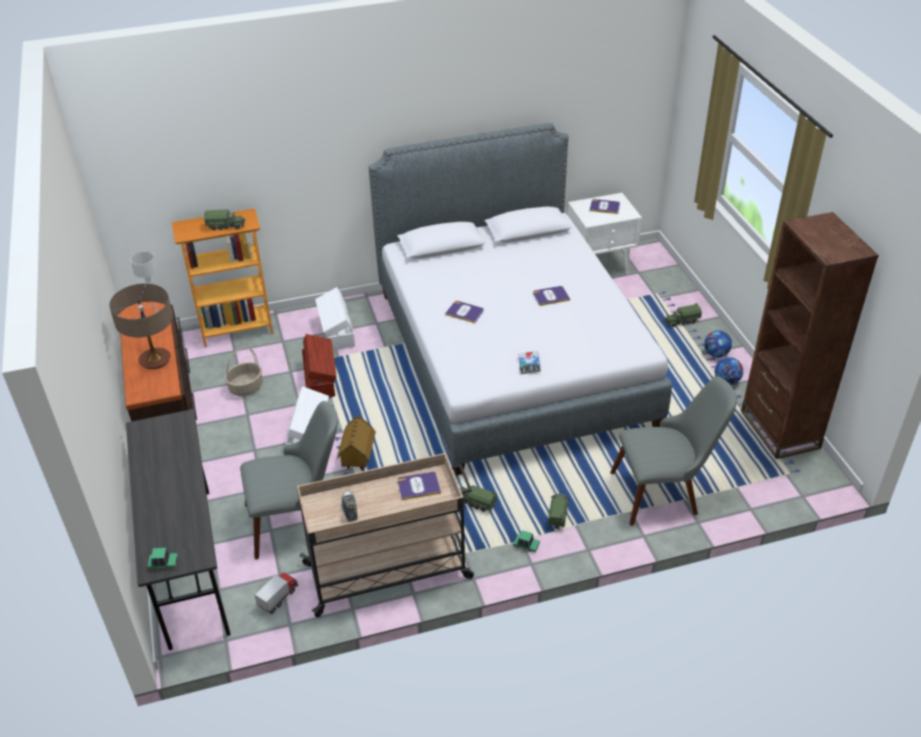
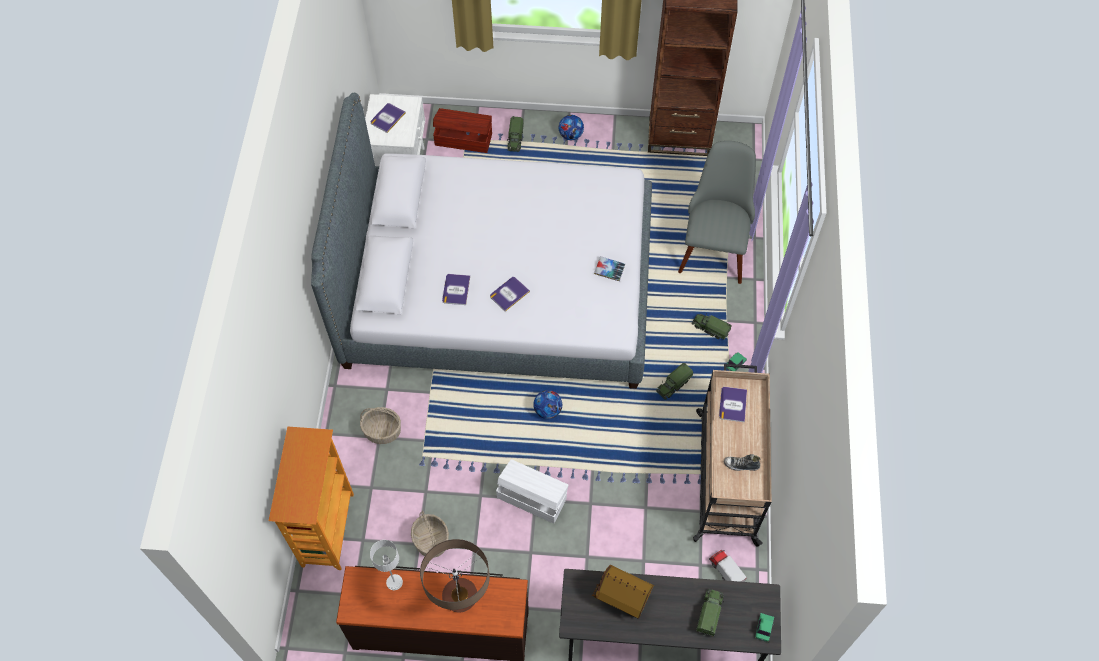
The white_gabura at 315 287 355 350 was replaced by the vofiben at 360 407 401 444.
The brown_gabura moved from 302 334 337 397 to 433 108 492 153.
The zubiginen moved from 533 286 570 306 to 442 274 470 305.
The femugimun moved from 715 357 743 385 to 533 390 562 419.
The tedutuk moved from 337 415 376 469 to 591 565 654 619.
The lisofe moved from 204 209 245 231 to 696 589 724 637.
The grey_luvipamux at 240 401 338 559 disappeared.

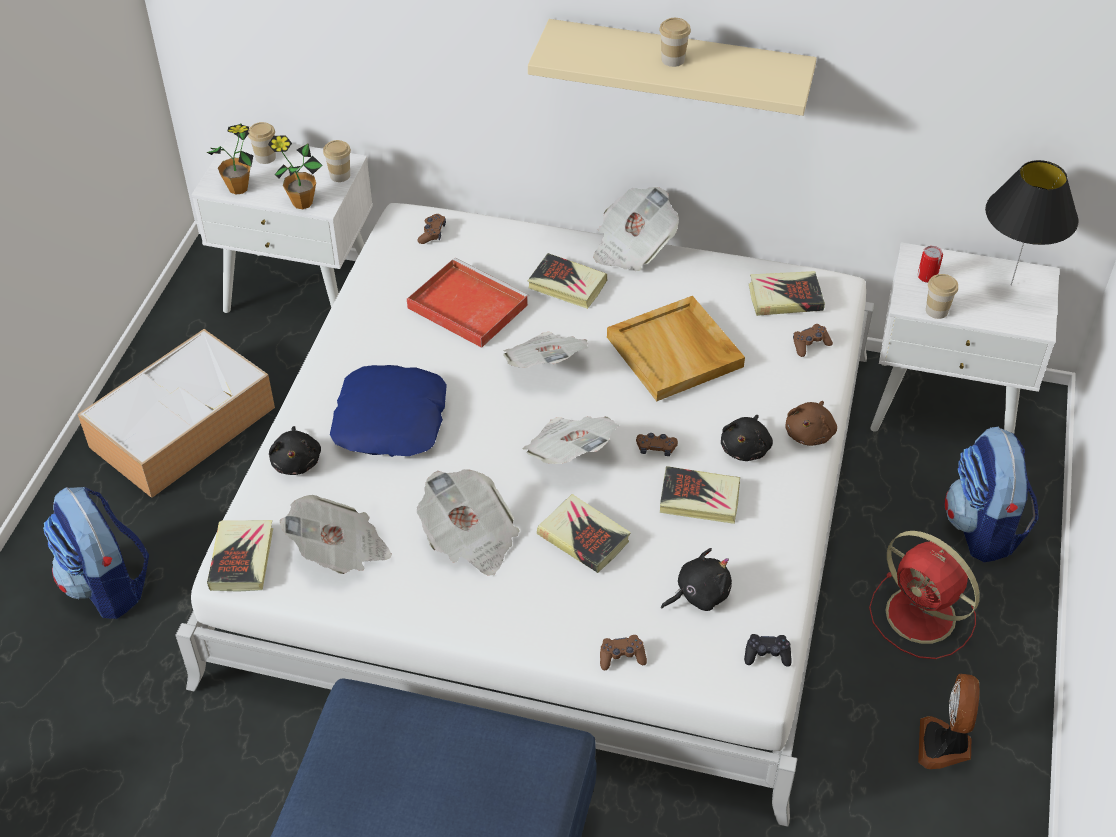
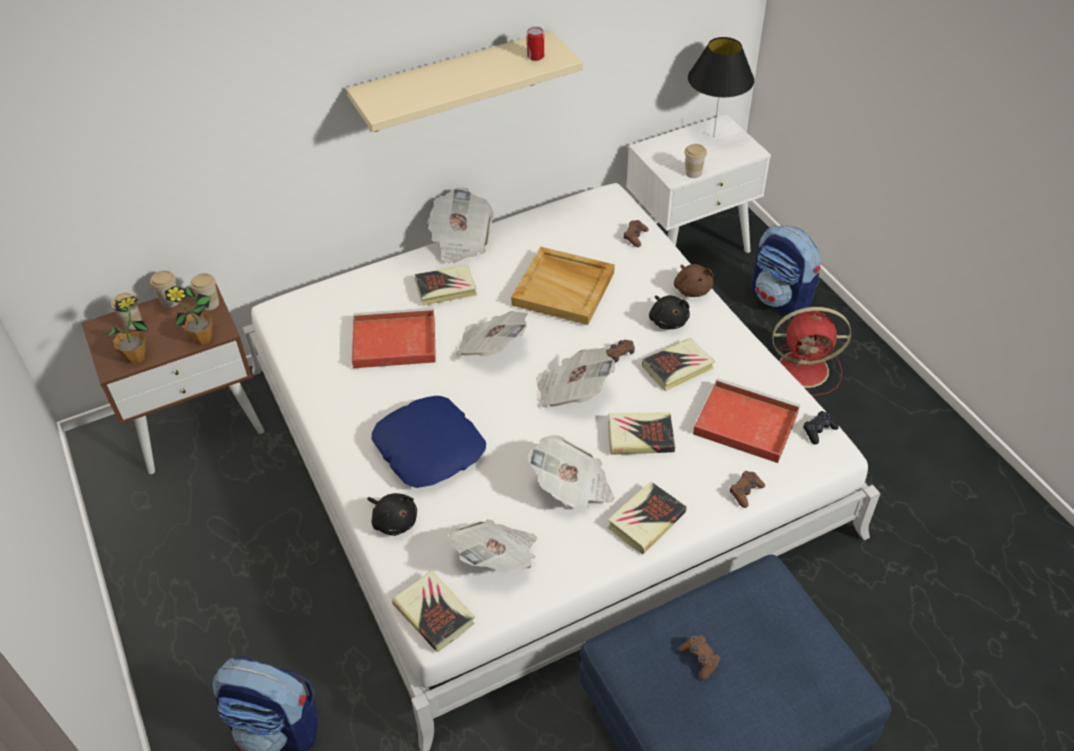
The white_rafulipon at 192 134 373 313 became the brown_rafulipon at 81 284 264 474.
The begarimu moved from 659 18 691 67 to 150 270 178 308.
The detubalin moved from 918 246 943 283 to 527 27 544 61.
The zubiginen moved from 749 271 825 316 to 607 481 687 554.
The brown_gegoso moved from 417 214 446 244 to 679 635 721 680.
The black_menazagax at 661 548 732 611 was replaced by the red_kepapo at 693 378 800 463.
The gabura at 78 329 275 498 disappeared.
The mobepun at 918 674 980 769 disappeared.

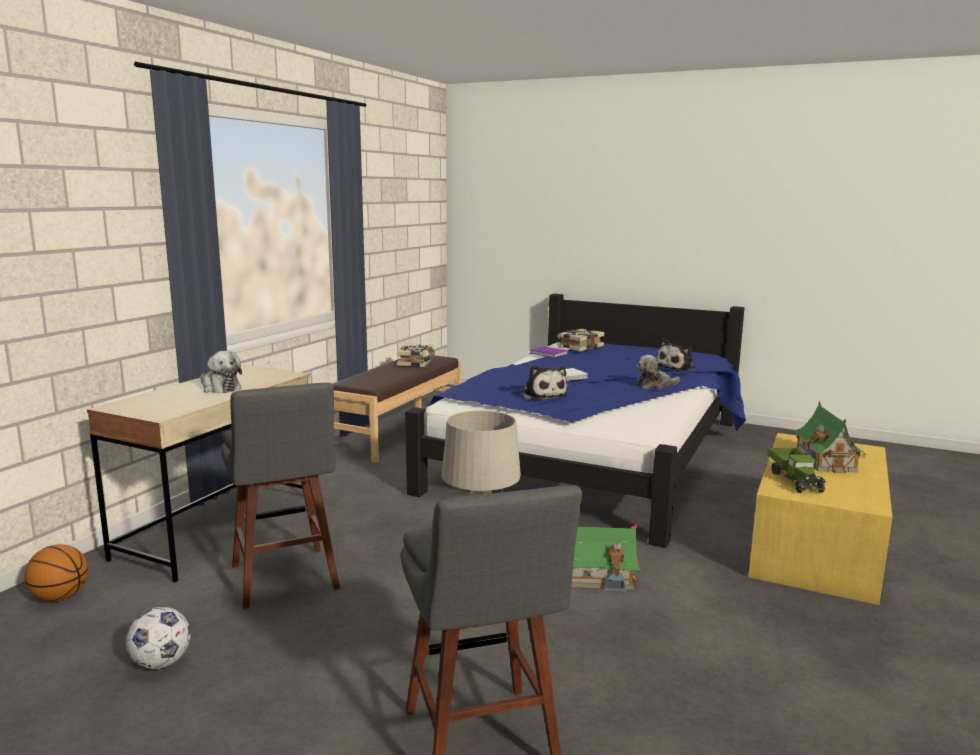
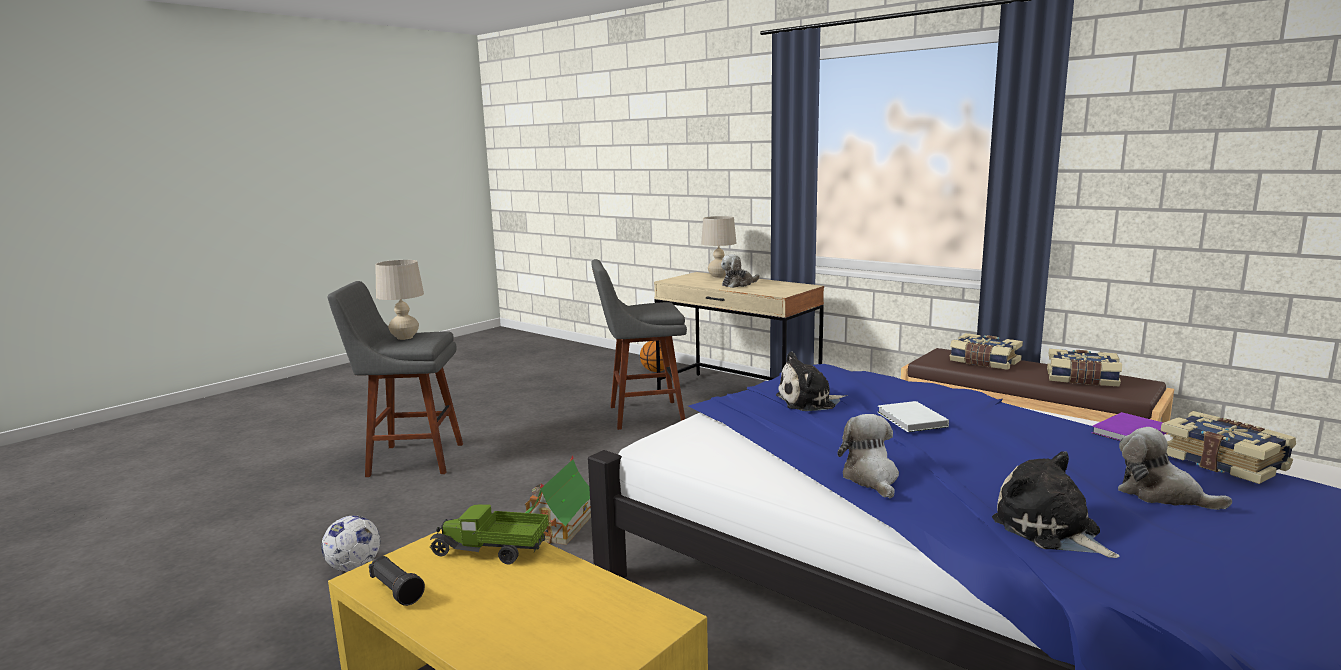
The femugimun moved from 126 607 191 669 to 321 515 380 572.
The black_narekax at 369 556 425 606 appeared.
The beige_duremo at 701 216 736 278 appeared.
The zubiginen at 949 333 1023 370 appeared.
The menazagax at 1118 427 1232 510 appeared.
The tedutuk at 793 401 867 473 disappeared.

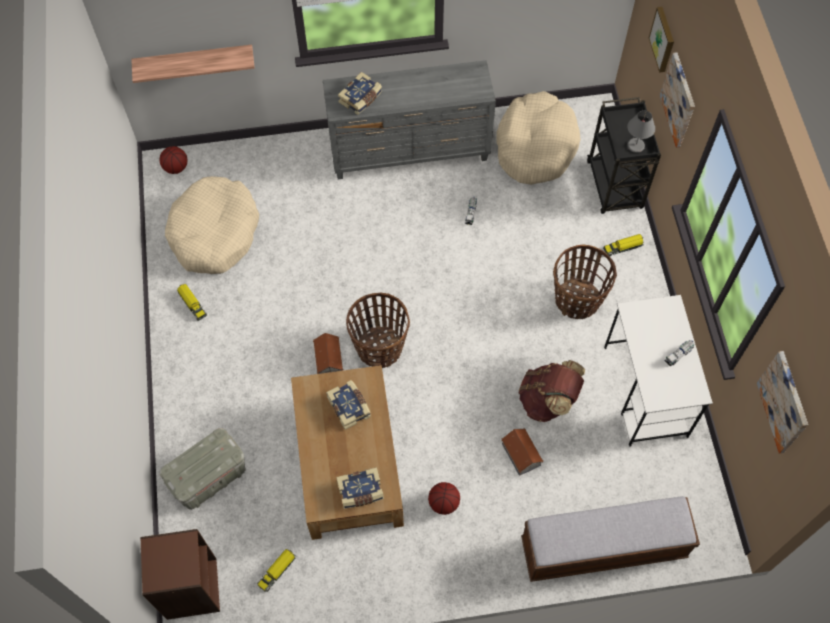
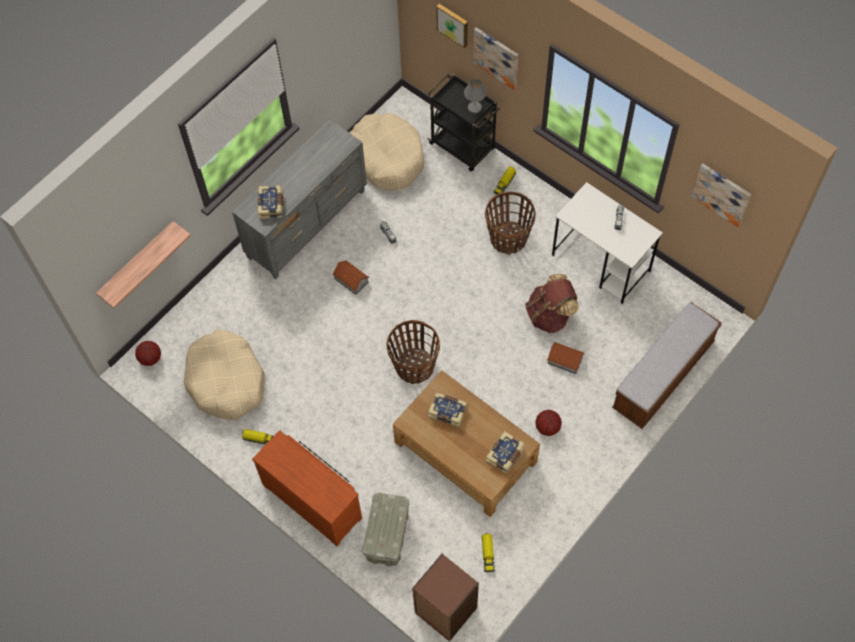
The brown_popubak at 252 430 362 546 appeared.
The tedutuk moved from 313 333 343 374 to 333 260 369 295.

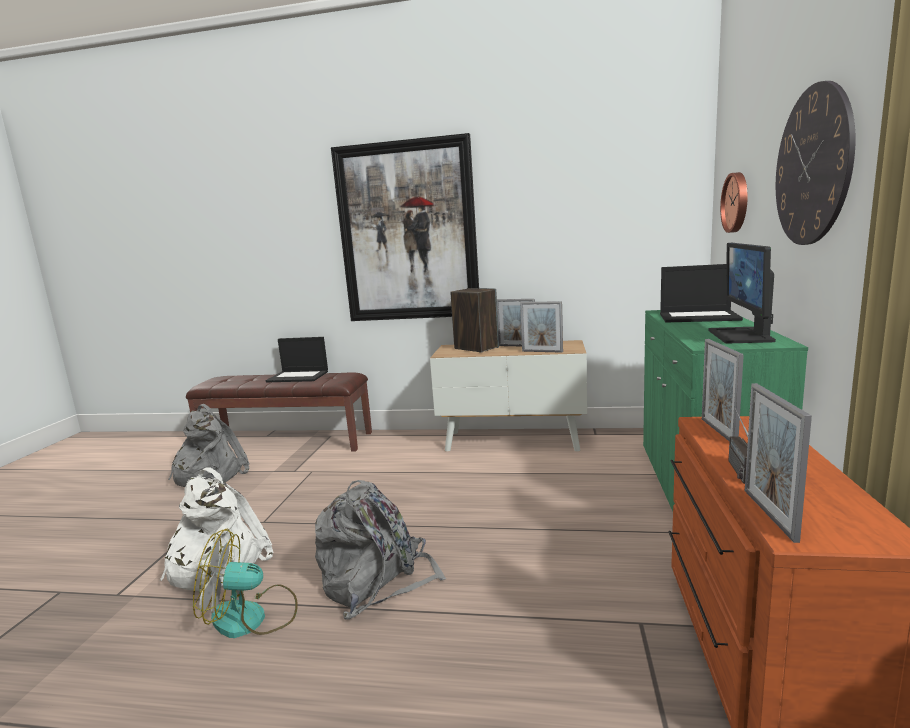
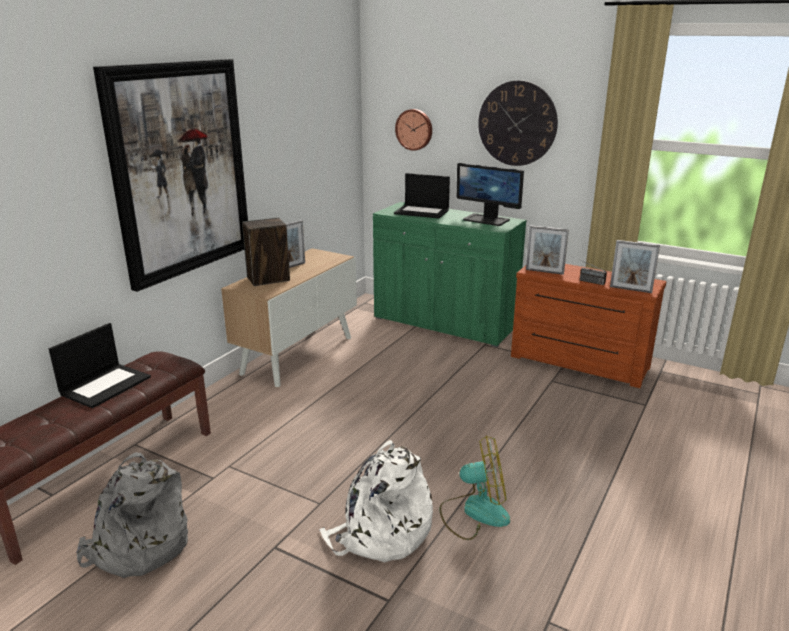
The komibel at 660 264 743 322 turned 75 degrees clockwise.
The mobepun at 193 528 298 638 turned 105 degrees counterclockwise.
The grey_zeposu at 315 480 446 620 disappeared.
The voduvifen at 520 301 563 353 disappeared.

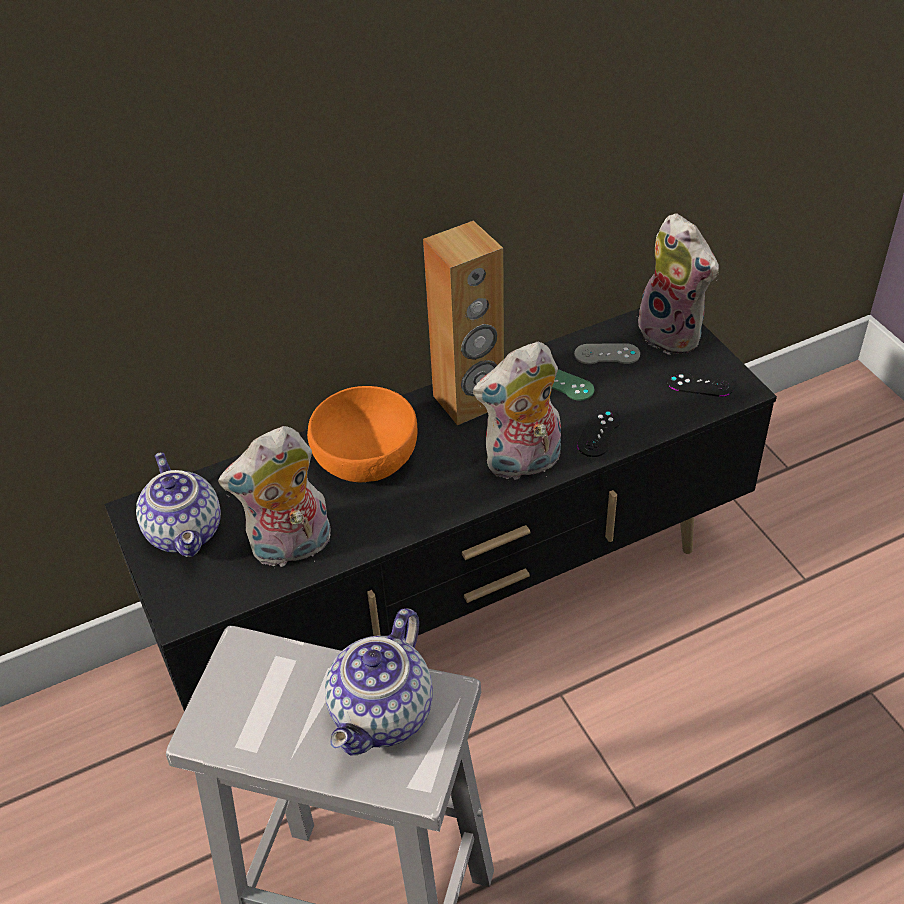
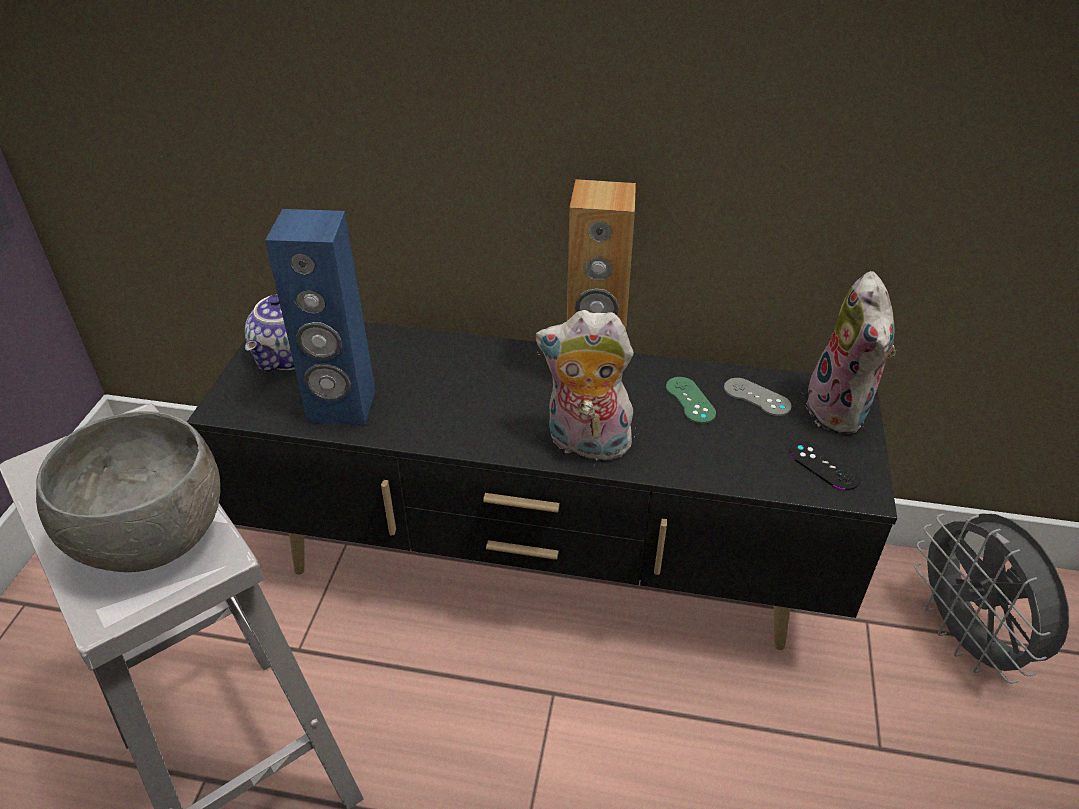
The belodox at 325 608 433 756 was replaced by the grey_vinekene at 36 411 220 572.
The menazagax at 218 426 331 567 was replaced by the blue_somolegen at 265 209 376 425.
The grey_mobepun at 915 513 1069 683 appeared.
The orange_vinekene at 307 386 417 482 disappeared.
The black_gegoso at 577 408 621 457 disappeared.

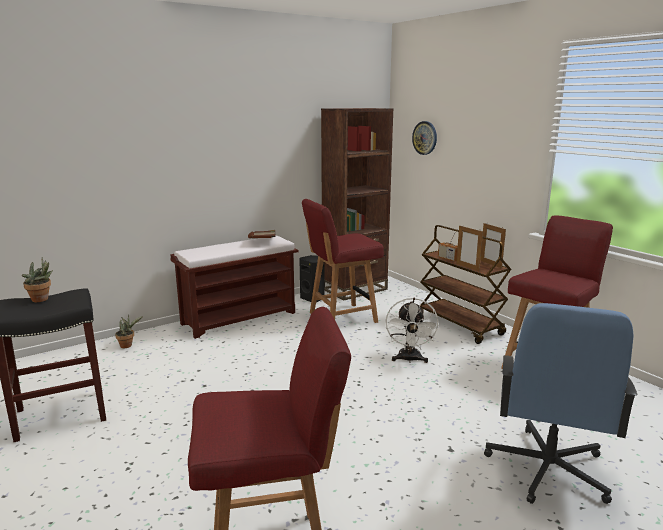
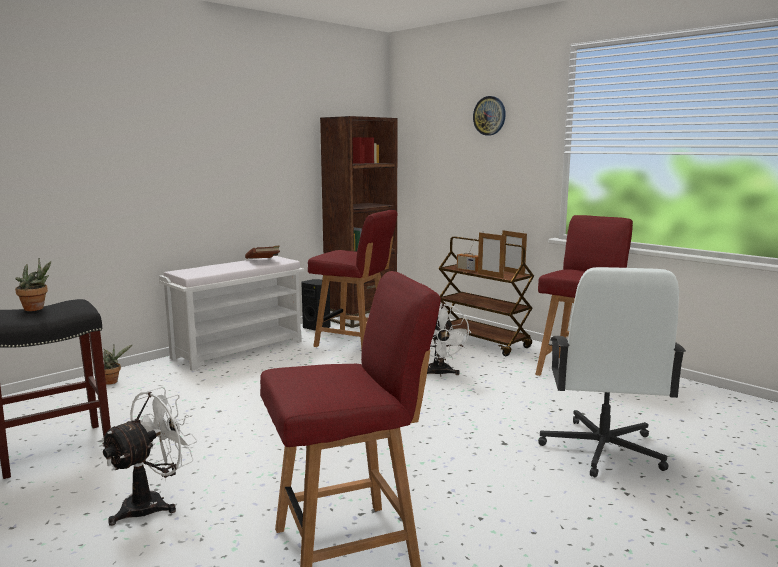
The white_mobepun at 99 387 198 526 appeared.
The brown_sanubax at 170 235 299 339 became the white_sanubax at 159 256 304 371.
The red_luvipamux at 302 199 384 323 turned 120 degrees counterclockwise.
The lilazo moved from 412 121 437 155 to 473 96 506 136.
The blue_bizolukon at 484 303 638 504 became the white_bizolukon at 538 267 686 478.

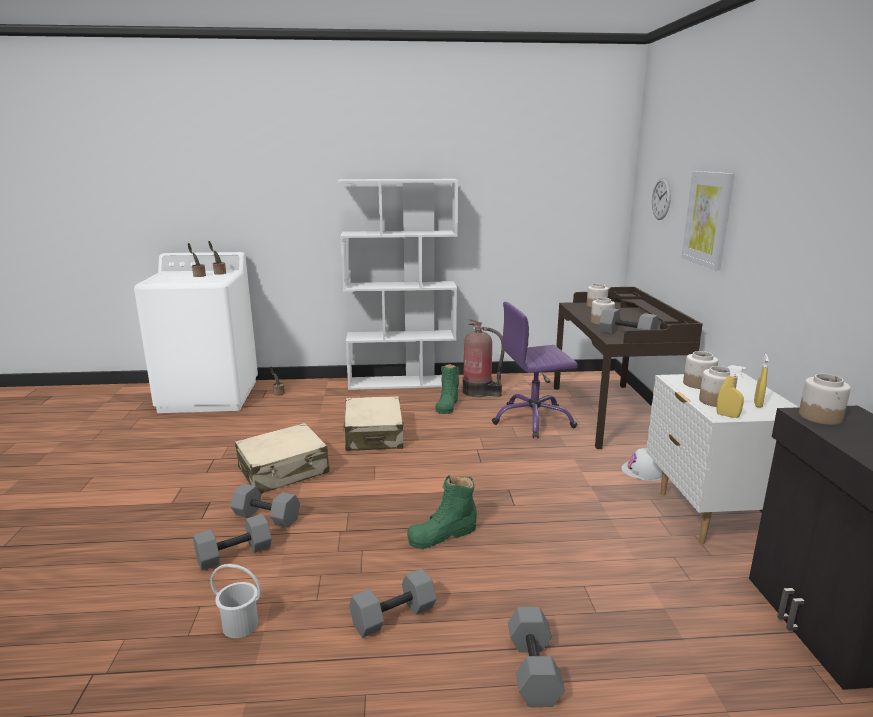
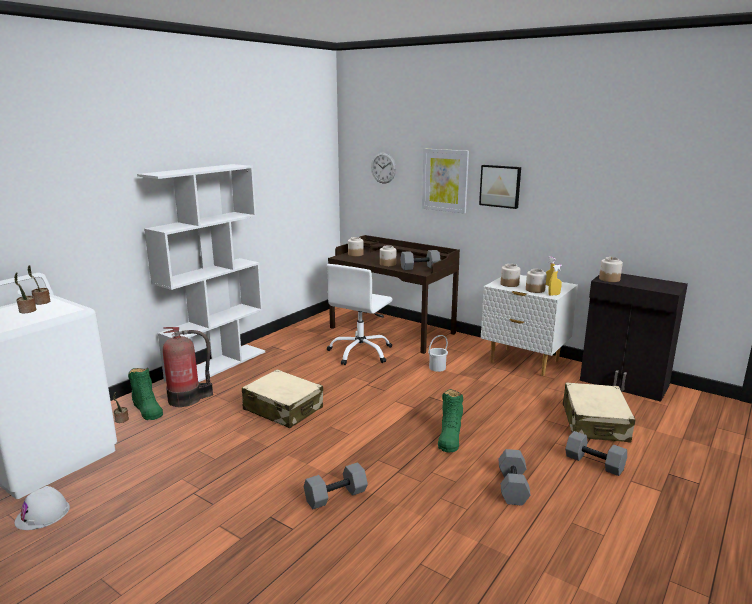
The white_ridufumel moved from 622 448 662 481 to 14 486 70 530.
The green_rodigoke moved from 435 364 459 414 to 128 368 163 420.
The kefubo moved from 463 319 505 397 to 163 327 213 407.
The purple_bizolukon at 492 302 578 439 became the white_bizolukon at 327 264 392 365.
The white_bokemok moved from 210 564 261 638 to 428 335 448 372.
The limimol at 479 165 521 209 appeared.
The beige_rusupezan moved from 235 423 330 494 to 563 383 636 442.
The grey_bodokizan at 193 514 272 570 disappeared.

